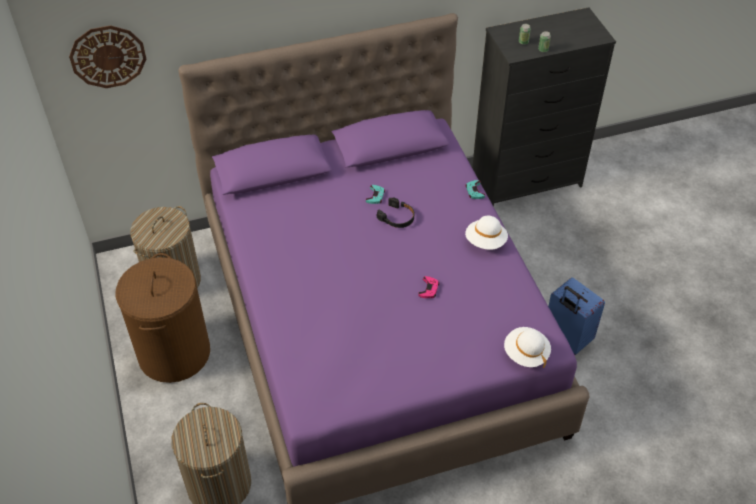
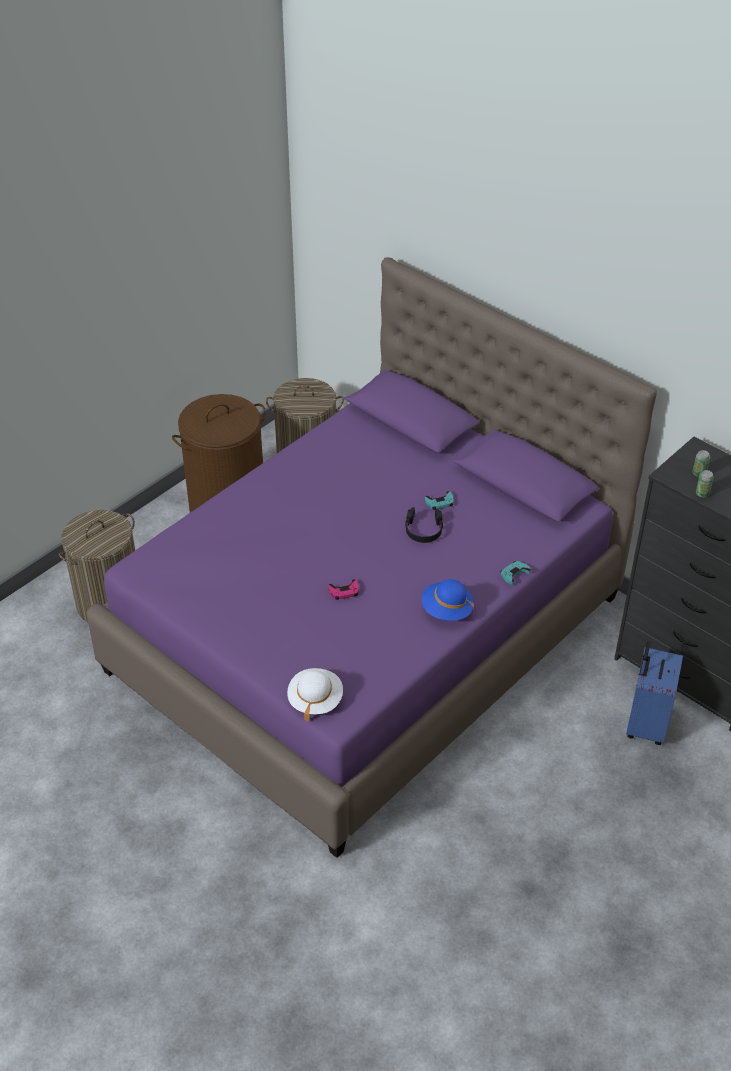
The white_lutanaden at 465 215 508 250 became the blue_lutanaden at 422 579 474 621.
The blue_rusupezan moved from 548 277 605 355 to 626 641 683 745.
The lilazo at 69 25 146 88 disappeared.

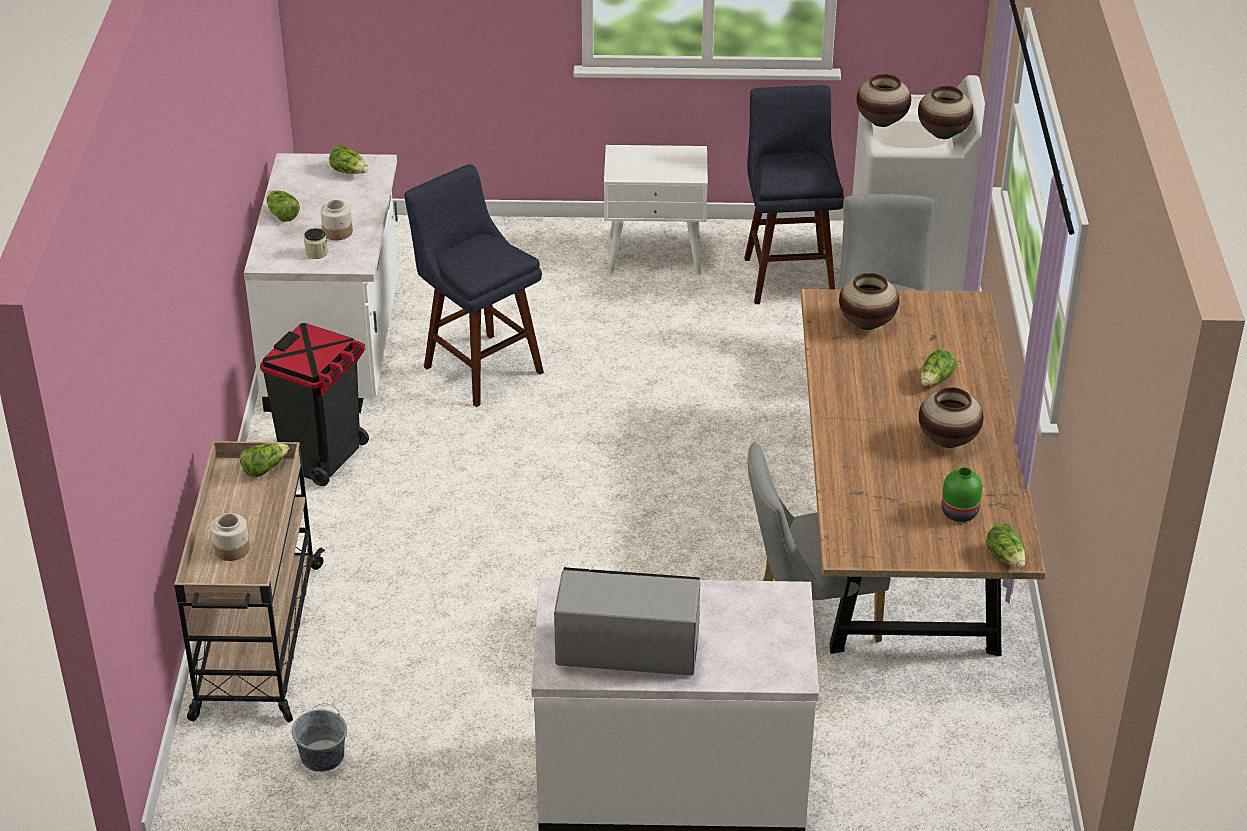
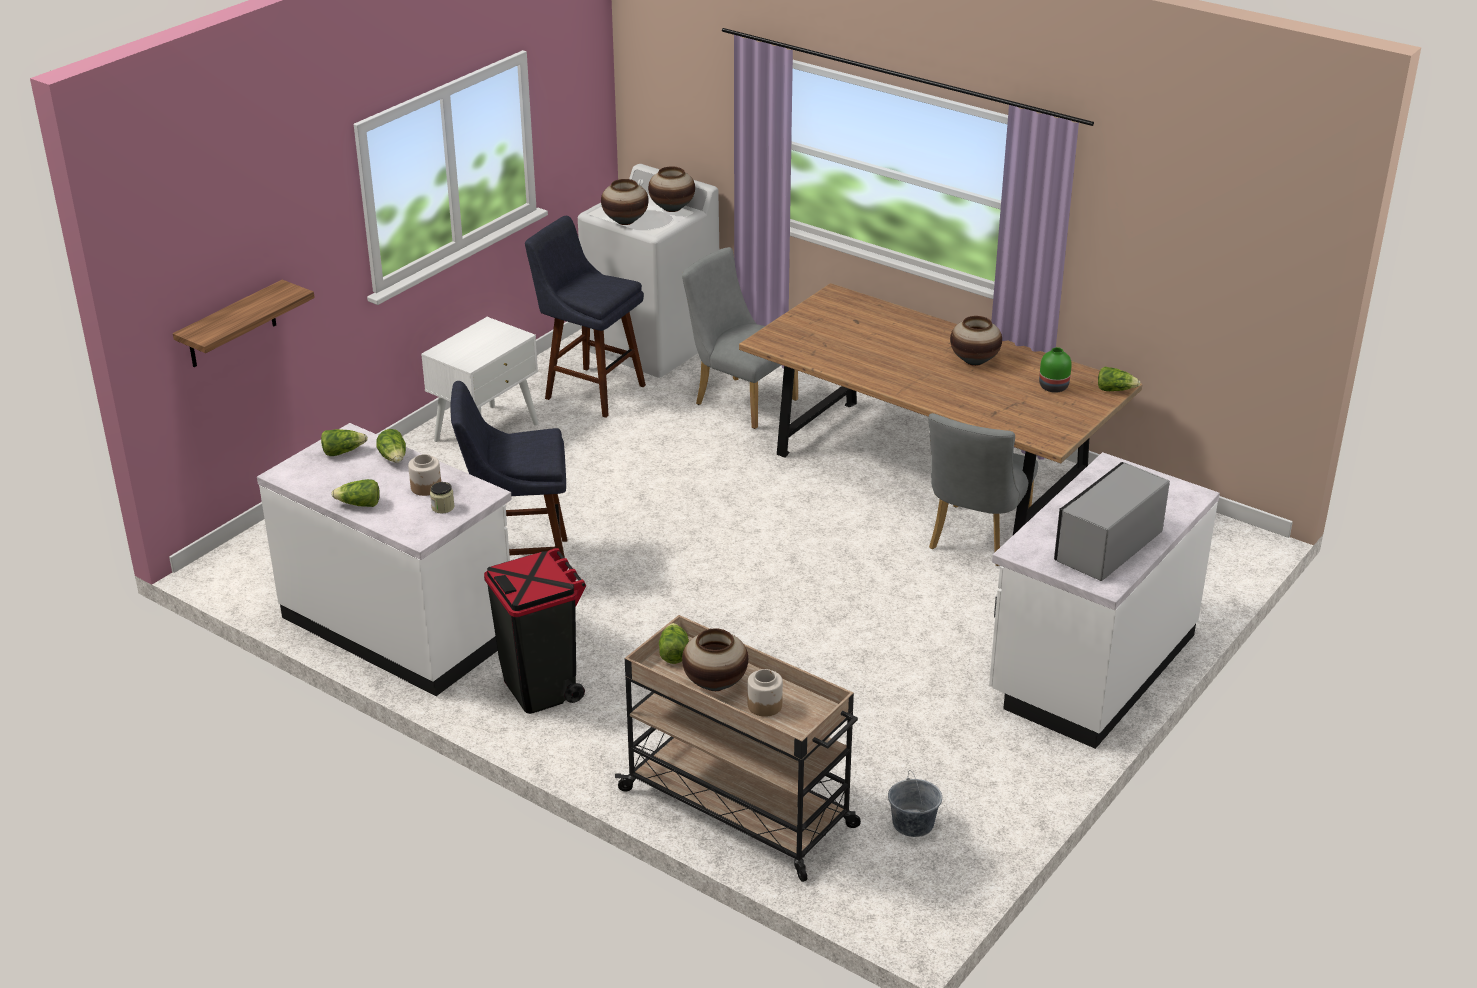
The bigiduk at 173 280 315 367 appeared.
The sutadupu moved from 921 350 957 386 to 376 429 406 463.
The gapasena moved from 839 273 899 330 to 682 628 748 691.

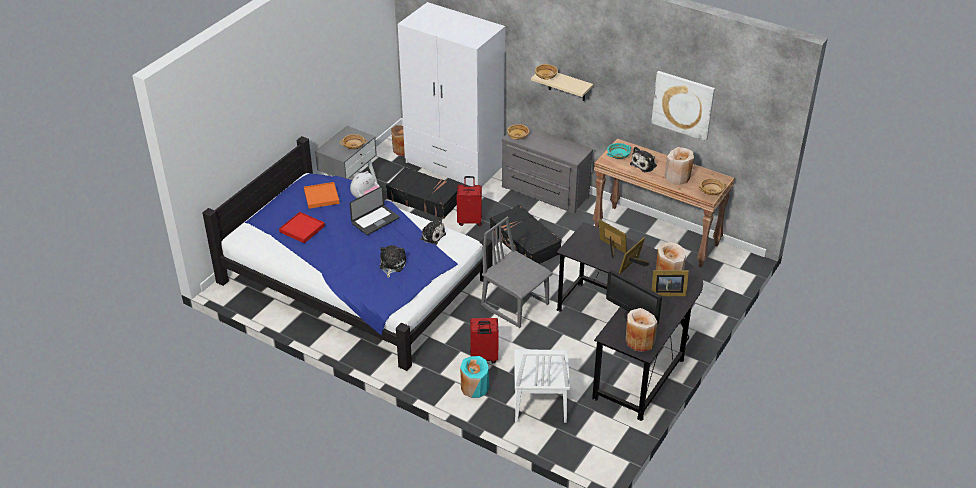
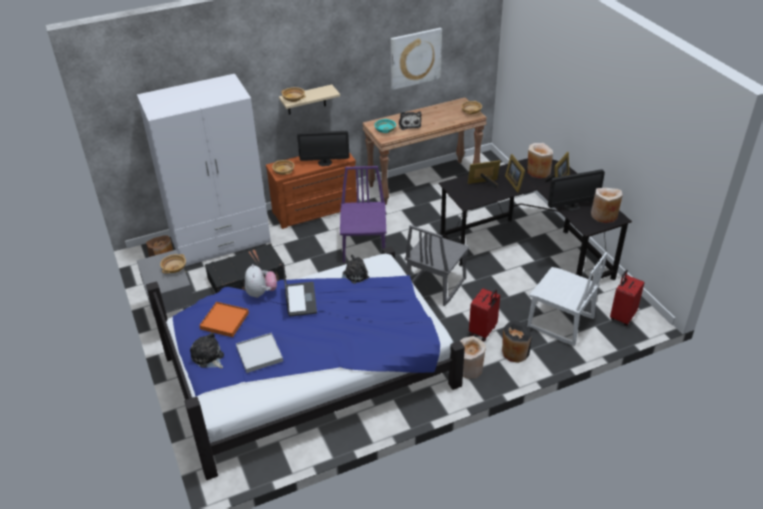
The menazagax moved from 379 245 406 278 to 190 332 224 368.
The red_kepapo at 279 212 325 243 became the white_kepapo at 236 333 283 373.
The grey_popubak at 502 123 593 214 became the brown_popubak at 266 152 357 229.
The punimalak at 297 131 349 166 appeared.
The black_rusupezan at 490 205 562 264 was replaced by the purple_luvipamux at 340 166 386 263.
The grey_luvipamux at 481 216 553 328 turned 45 degrees counterclockwise.
The beige_gapasena moved from 665 147 694 185 to 460 336 486 379.
The turquoise_gapasena at 460 356 489 398 became the black_gapasena at 502 321 532 363.
The red_rusupezan moved from 457 176 482 226 to 610 270 645 326.

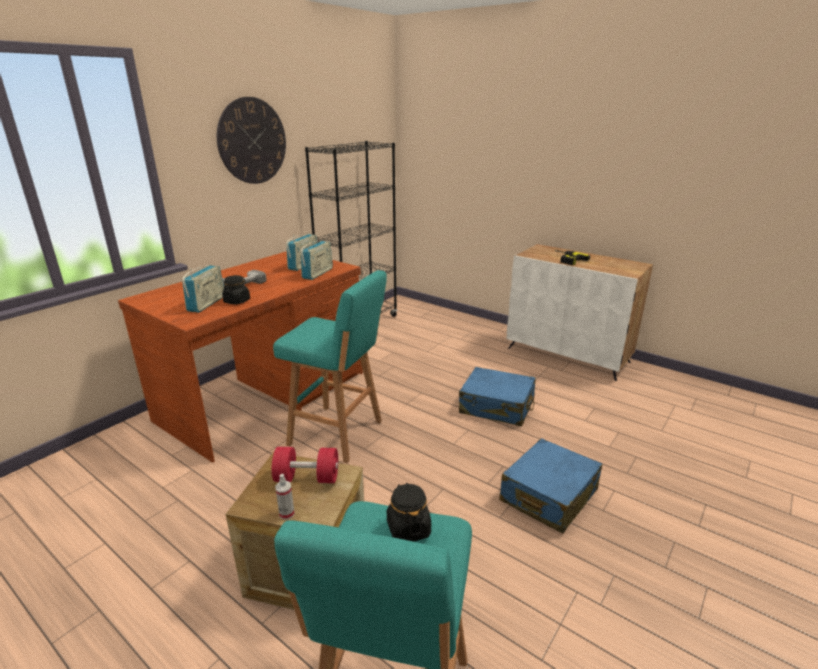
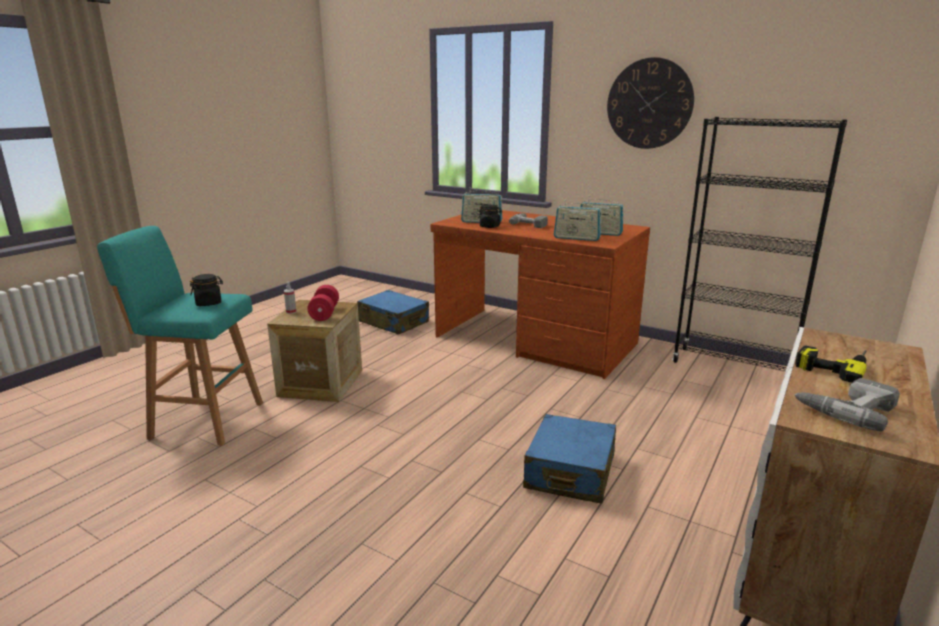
The blue_rusupezan moved from 499 438 602 533 to 357 290 429 335.
The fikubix at 794 378 900 431 appeared.
The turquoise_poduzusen at 273 270 387 463 disappeared.

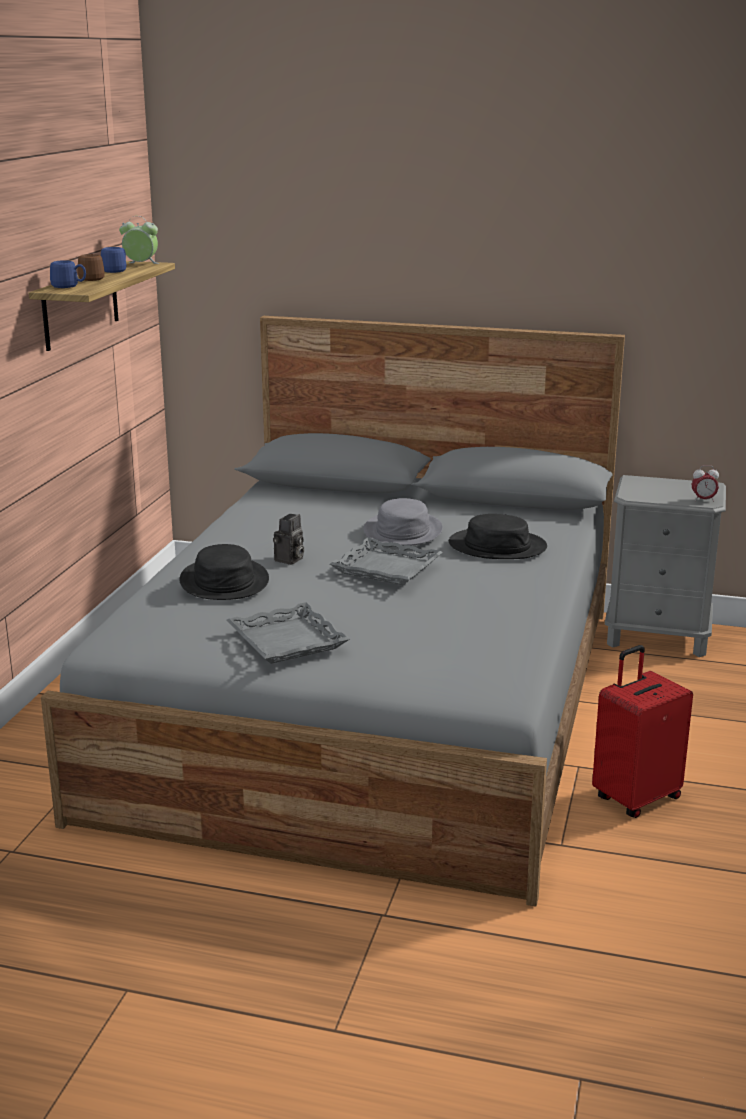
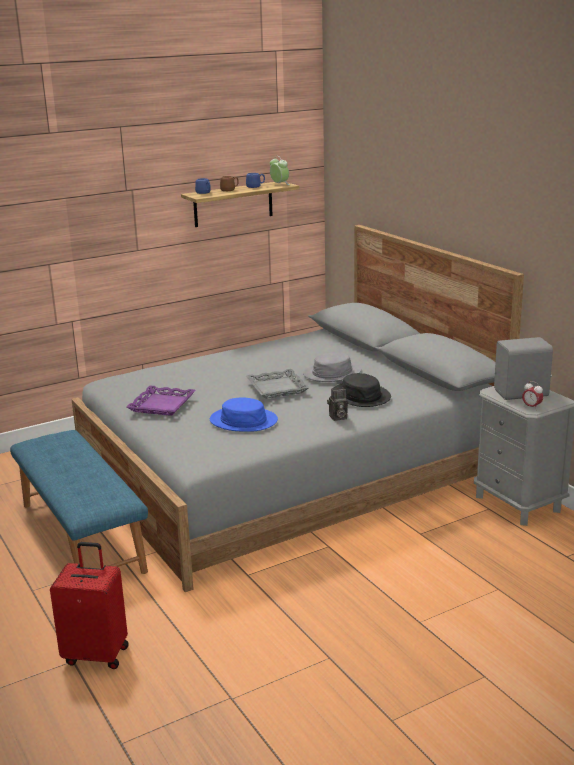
The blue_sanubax at 10 430 148 574 appeared.
The red_rusupezan moved from 592 645 693 818 to 50 542 129 669.
The grey_kepapo at 226 602 350 664 became the purple_kepapo at 126 385 196 416.
The blue_lutanaden at 210 397 278 432 appeared.
The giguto moved from 273 514 304 565 to 327 387 348 421.
The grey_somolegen at 494 337 553 400 appeared.
The black_lutanaden at 179 544 269 600 disappeared.

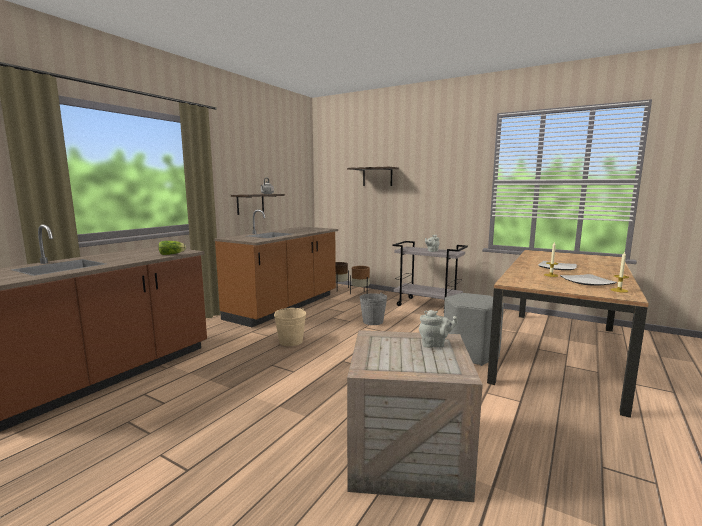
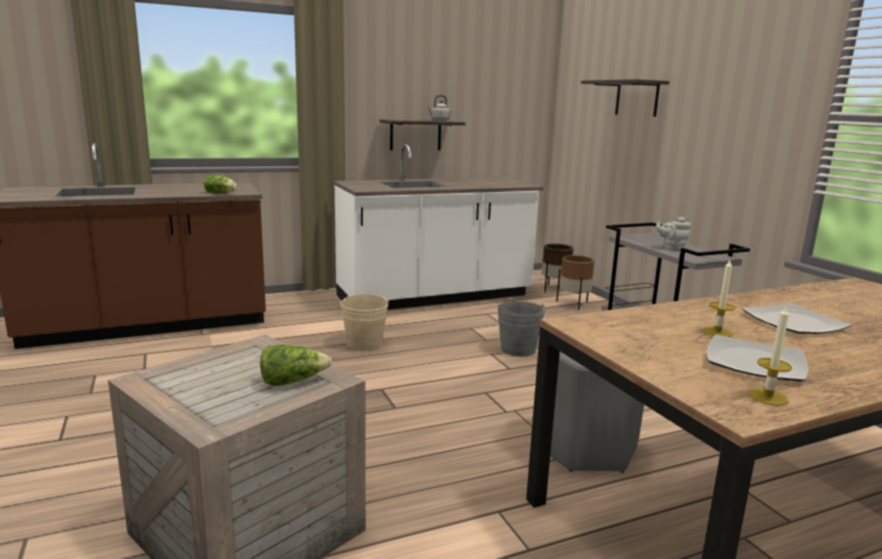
The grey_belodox at 419 310 458 348 was replaced by the sutadupu at 260 345 332 386.
The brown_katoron at 214 210 338 327 became the white_katoron at 333 144 543 310.

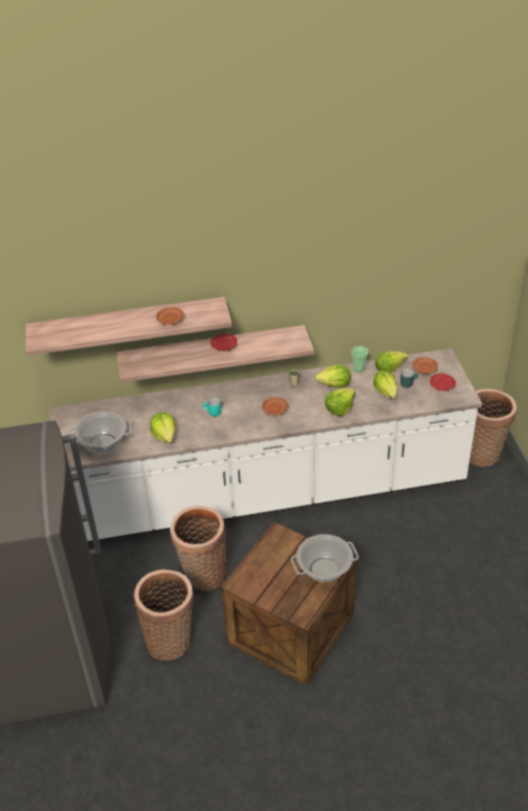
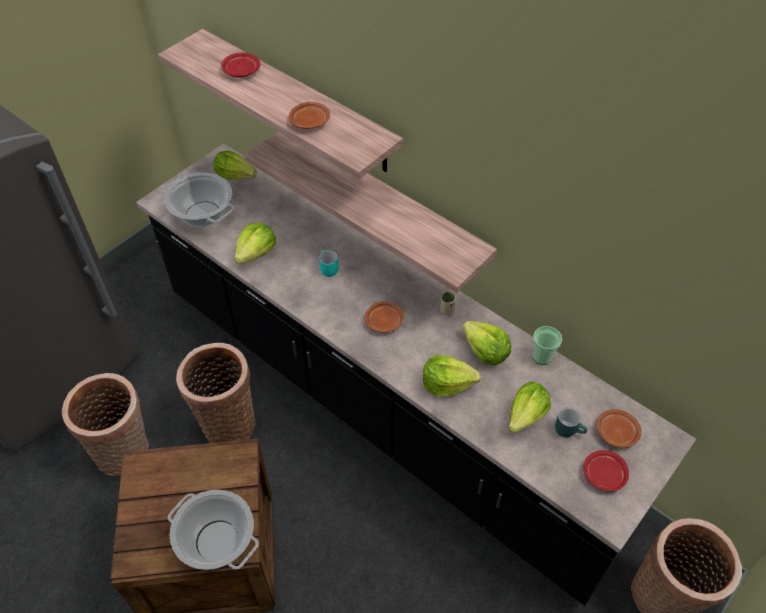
The white_katoron at 49 348 482 542 became the black_katoron at 136 144 696 606.
The sutadupu moved from 375 352 408 372 to 213 150 257 180.
The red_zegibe moved from 210 334 237 351 to 221 53 260 77.

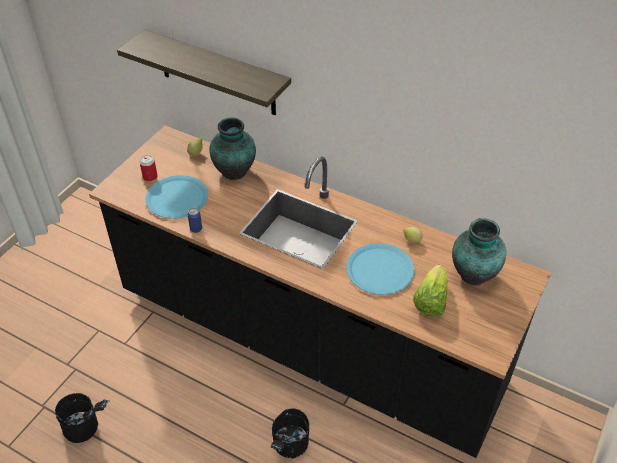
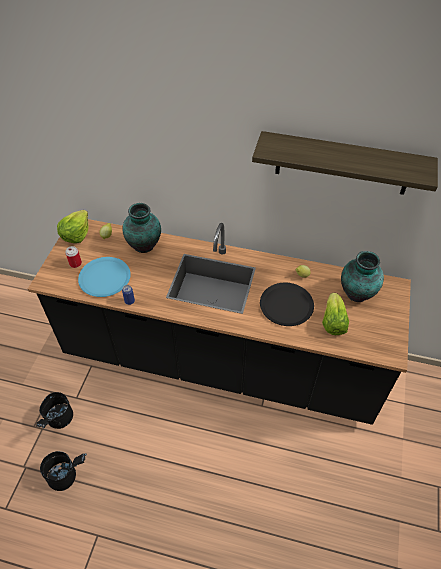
The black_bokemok moved from 271 408 309 458 to 36 392 73 429.
The sutadupu at 57 210 88 243 appeared.
The bigiduk moved from 117 29 291 115 to 252 131 438 195.
The blue_zegibe at 346 243 415 295 became the black_zegibe at 260 283 314 326.

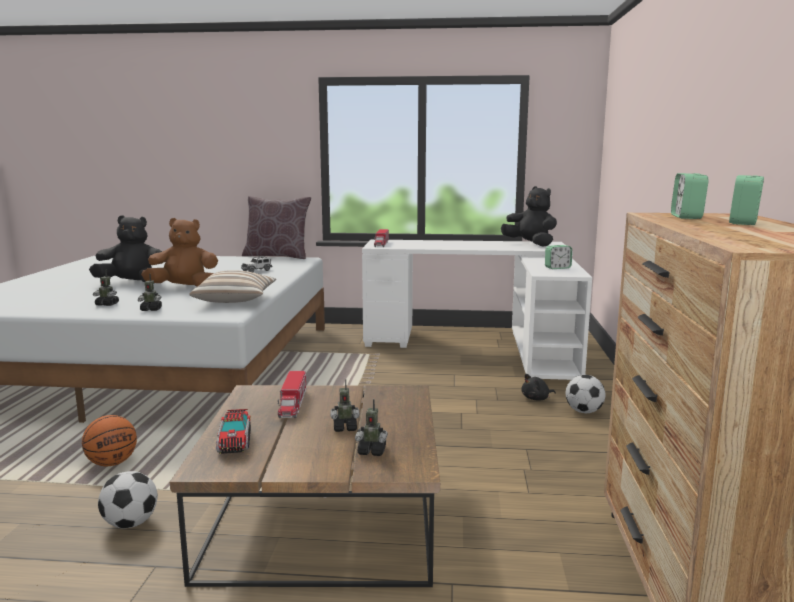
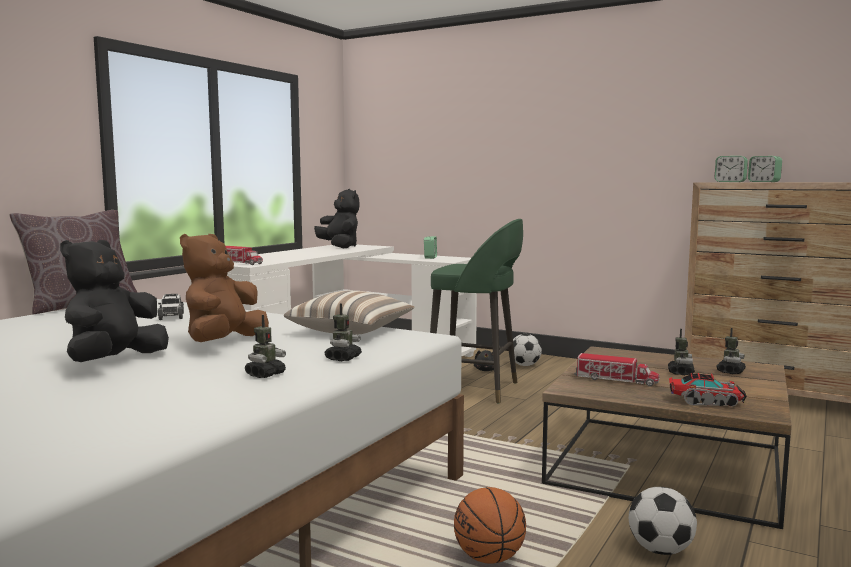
The black_menazagax at 501 186 557 247 turned 75 degrees clockwise.
The green_poduzusen at 430 219 523 404 appeared.

